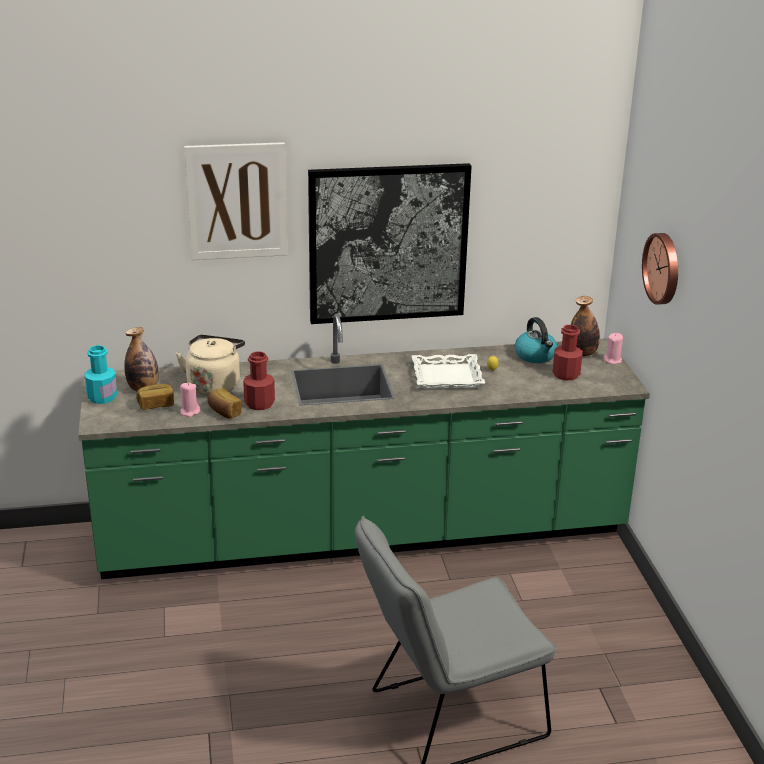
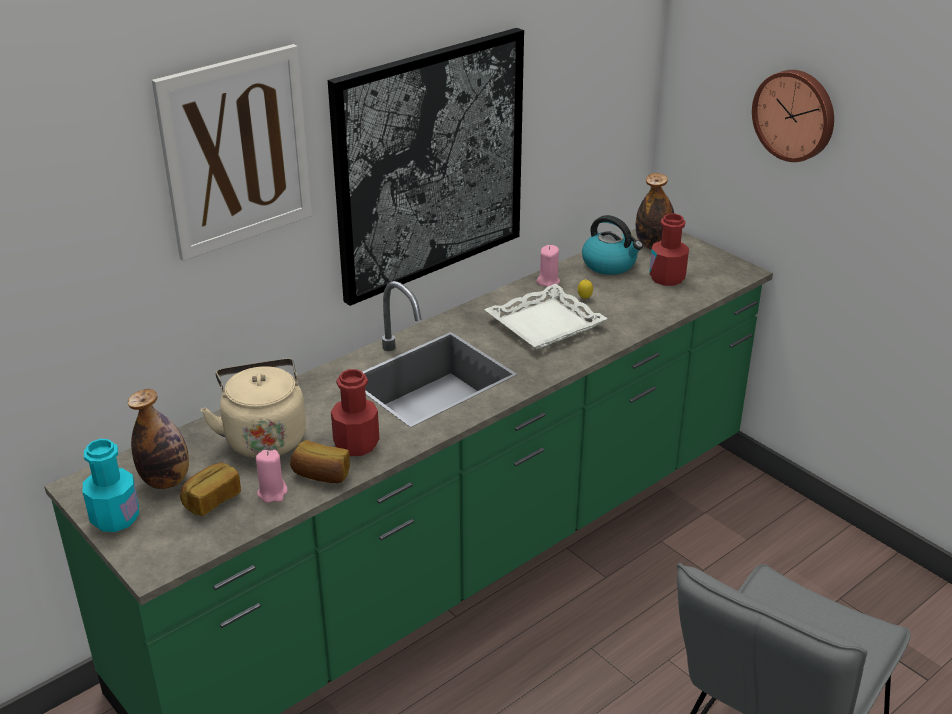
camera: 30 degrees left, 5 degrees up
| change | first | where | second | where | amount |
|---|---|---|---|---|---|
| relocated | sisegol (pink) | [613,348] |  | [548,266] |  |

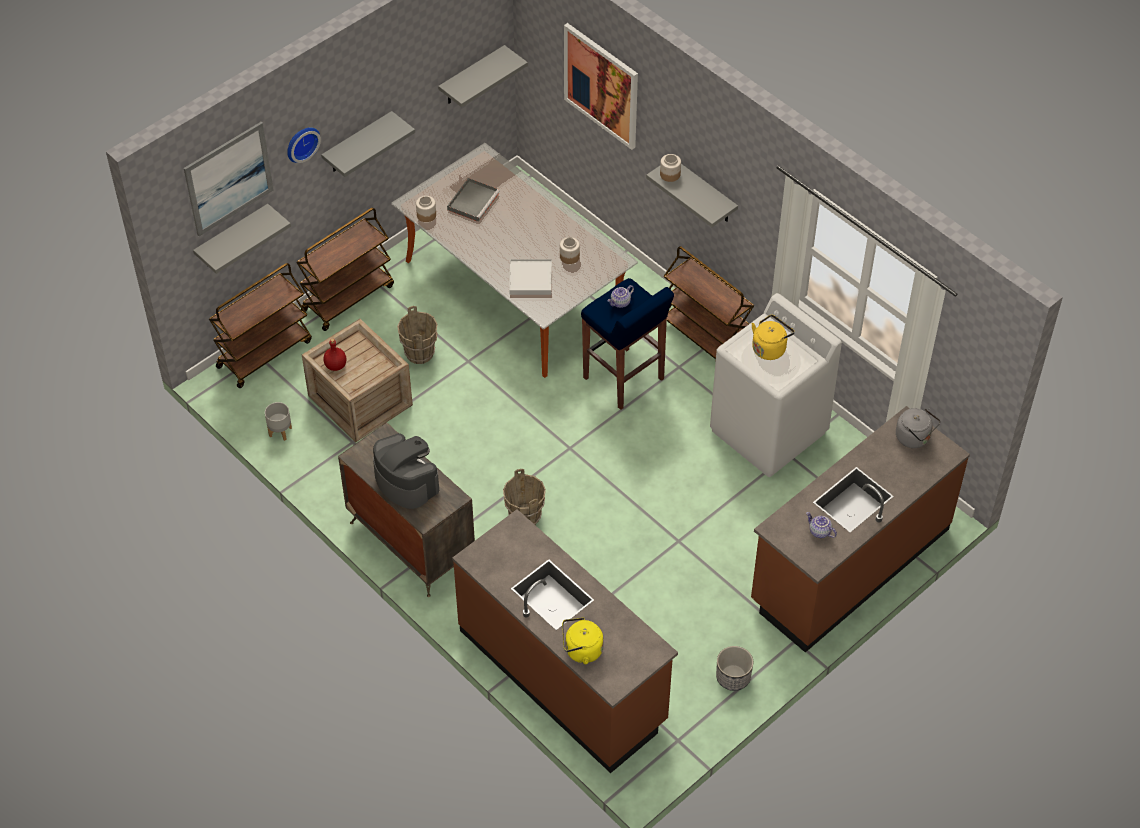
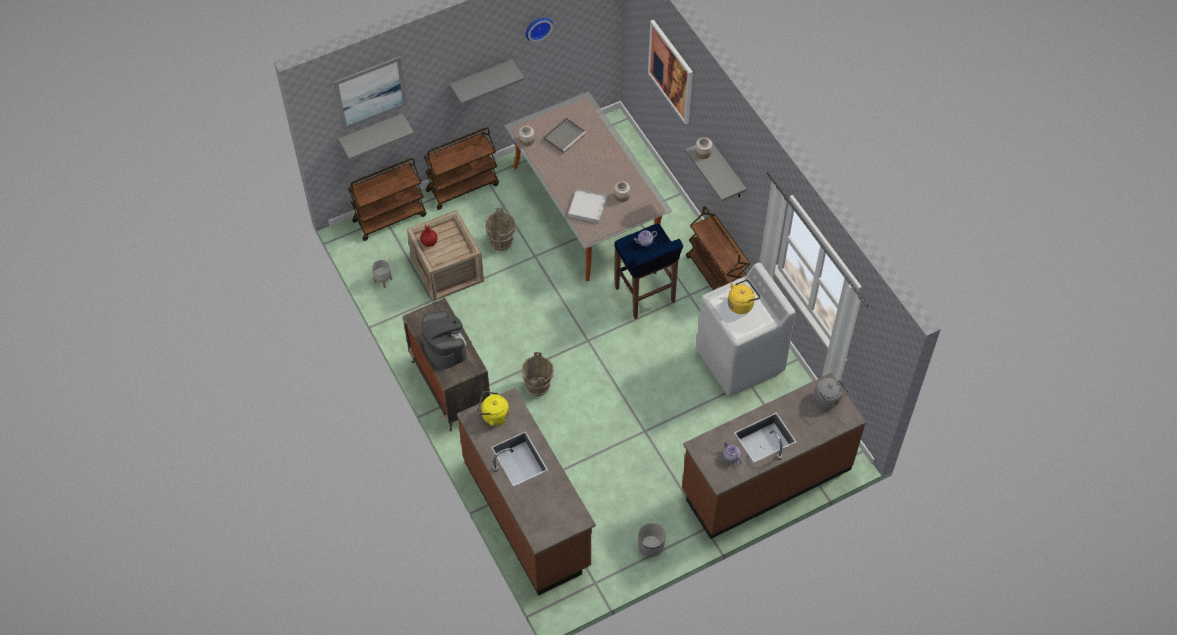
camera: 15 degrees right, 5 degrees up
| change | first | where | second | where | amount |
|---|---|---|---|---|---|
| relocated | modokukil | [304,145] |  | [539,30] |  |
| missing | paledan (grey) | [483,76] |  |  |  |
| relocated | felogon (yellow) | [583,640] |  | [493,408] |  |

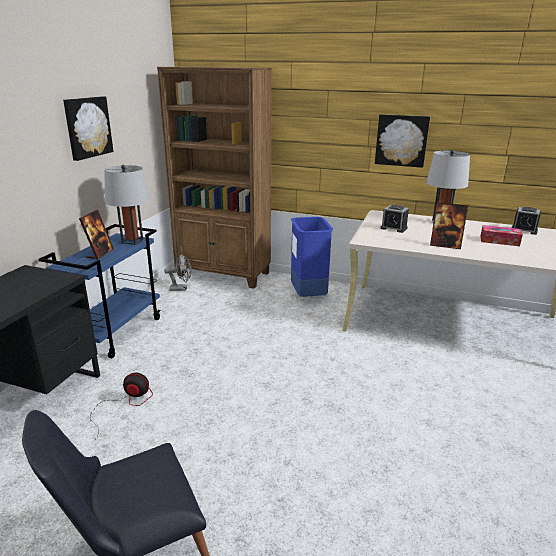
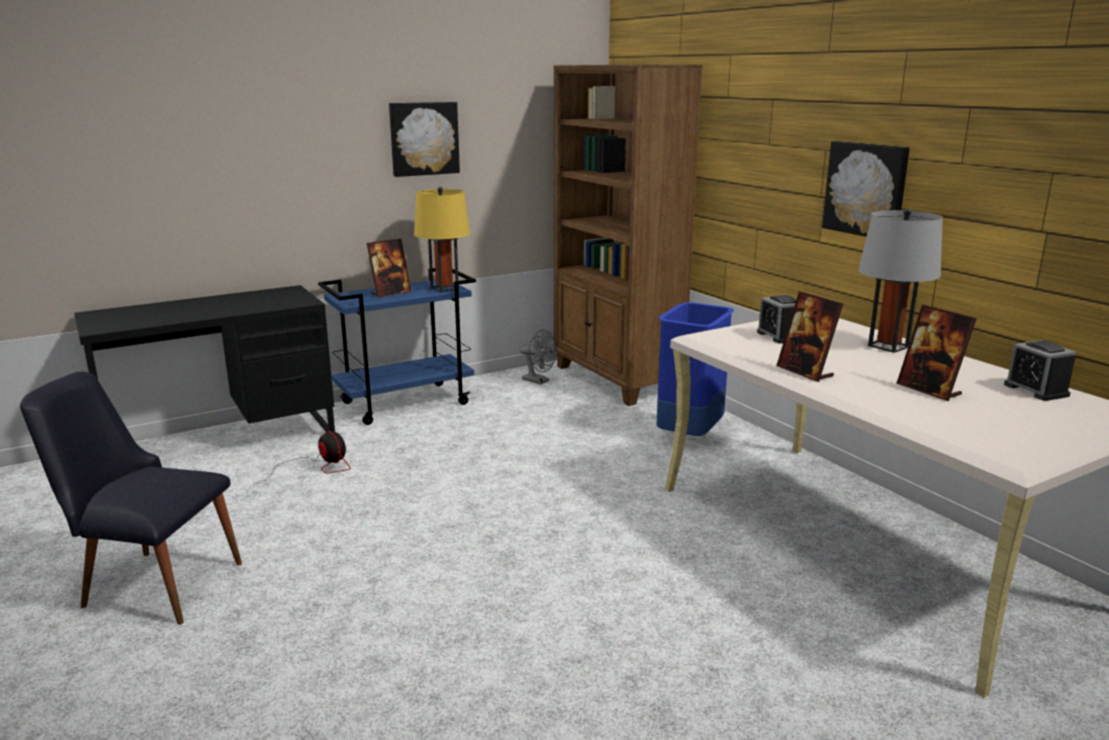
camera: 40 degrees right, 5 degrees down
| change | first | where | second | where | amount |
|---|---|---|---|---|---|
| colour | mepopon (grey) | [126,205] | mepopon (yellow) | [442,239] |  |
| exchanged | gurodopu | [501,235] | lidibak | [936,353] |  |

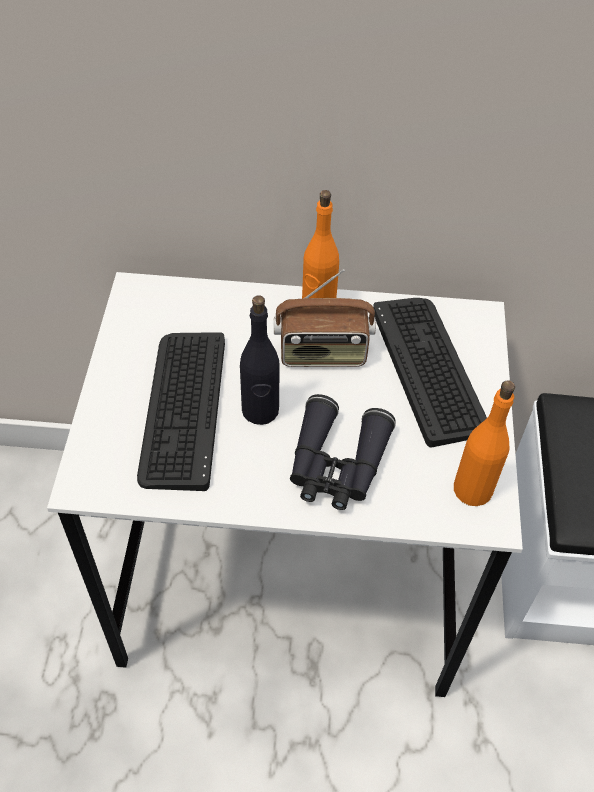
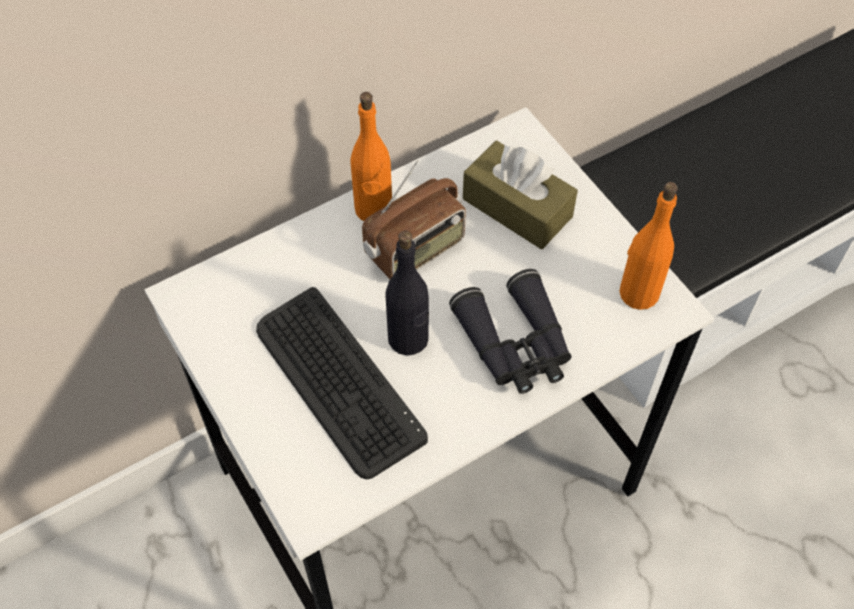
camera: 35 degrees left, 5 degrees up
| change | first | where | second | where | amount |
|---|---|---|---|---|---|
| exchanged | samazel | [430,372] | gurodopu (brown) | [520,195] |  |

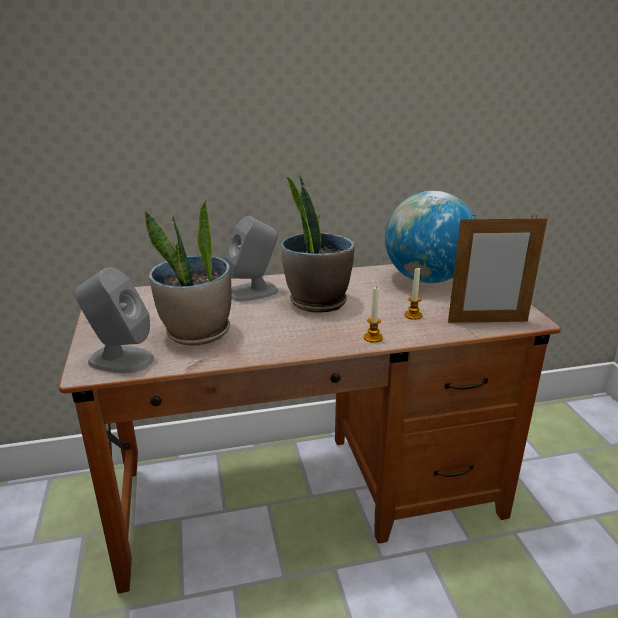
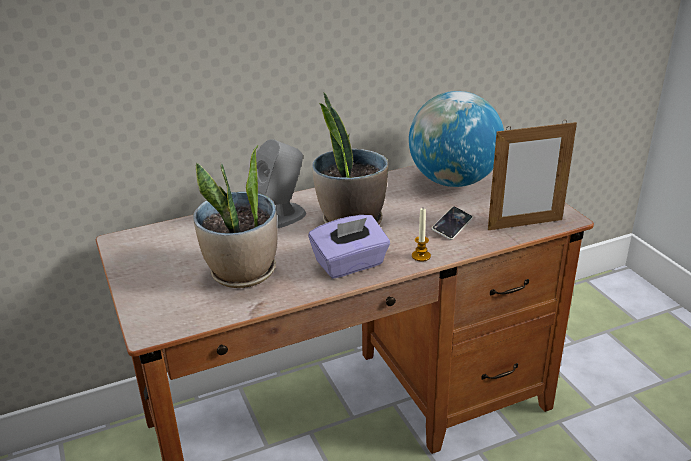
camera: 10 degrees left, 5 degrees up
| change | first | where | second | where | amount |
|---|---|---|---|---|---|
| missing | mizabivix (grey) | [114,320] |  |  |  |
| exchanged | sisegol | [413,293] | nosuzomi | [452,223] |  |
| appeared |  |  | gurodopu (purple) | [349,247] |  |

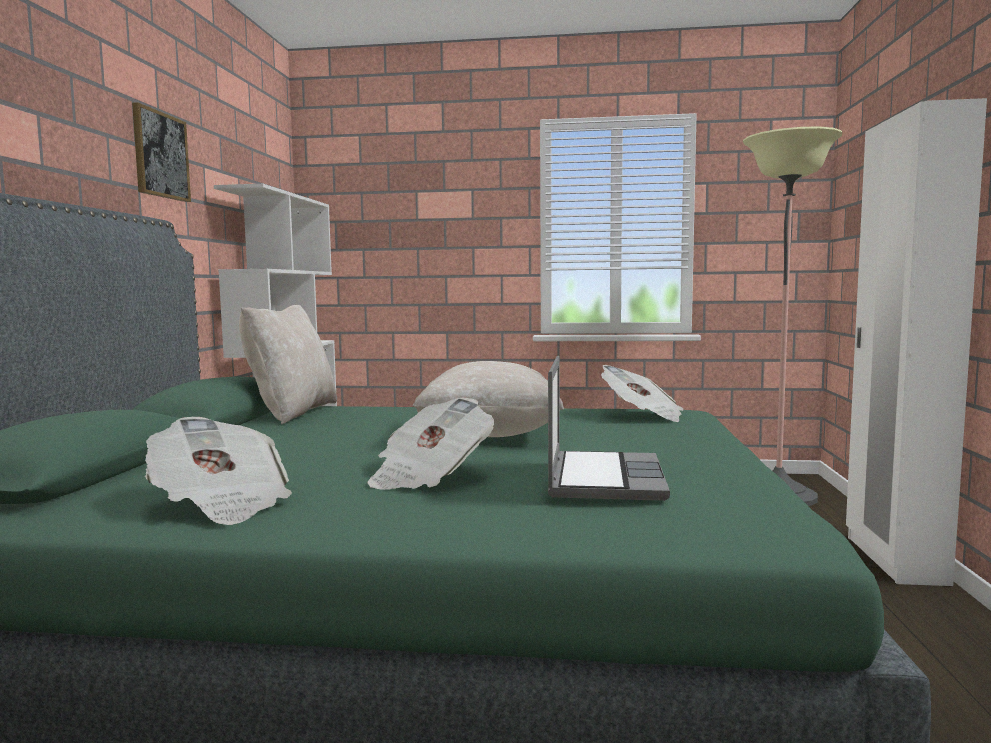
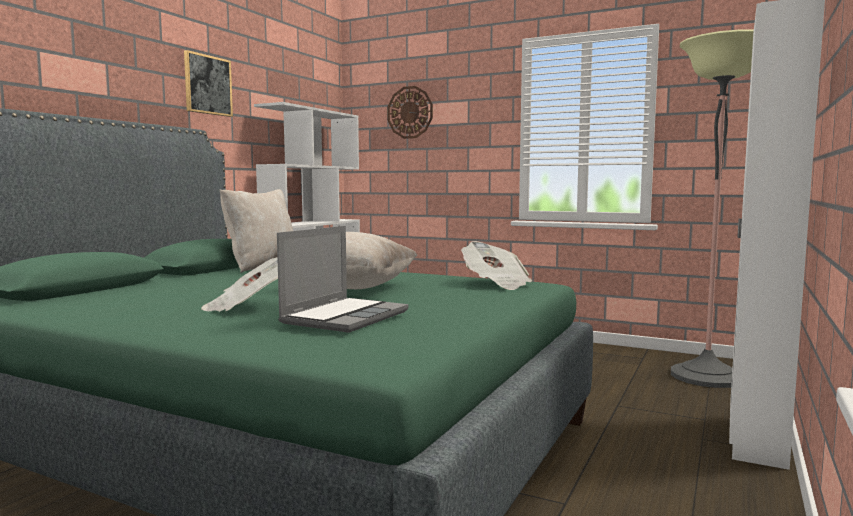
camera: 20 degrees right, 0 degrees up
| change | first | where | second | where | amount |
|---|---|---|---|---|---|
| missing | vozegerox | [218,471] |  |  |  |
| appeared |  |  | modokukil | [410,112] |  |

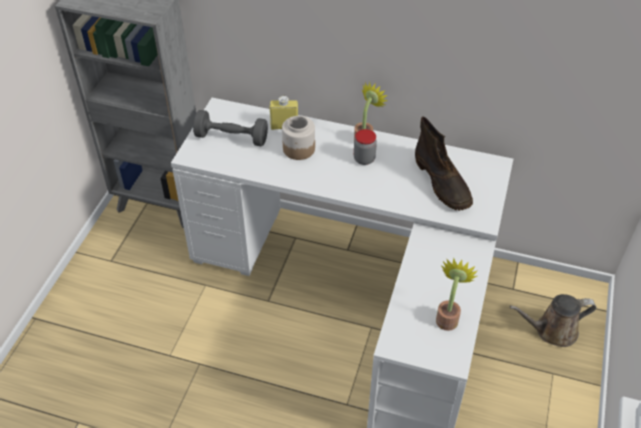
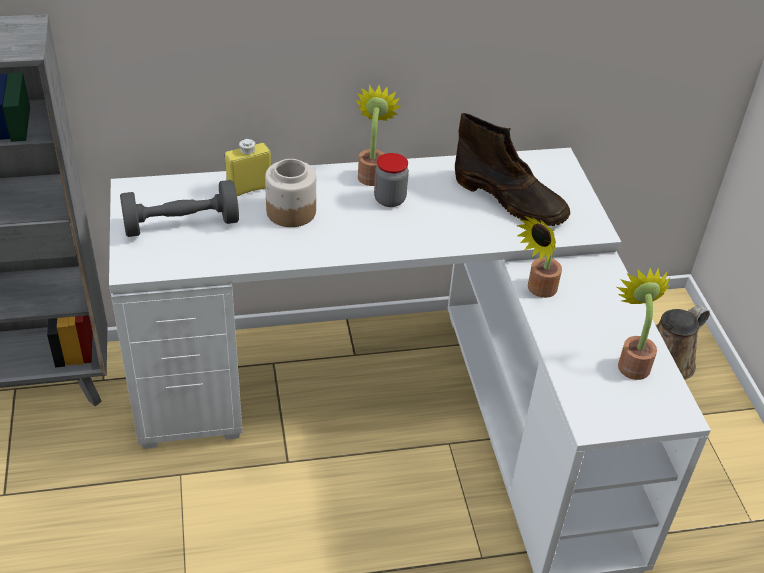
camera: 30 degrees left, 5 degrees down
| change | first | where | second | where | amount |
|---|---|---|---|---|---|
| appeared |  |  | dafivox | [539,257] |  |

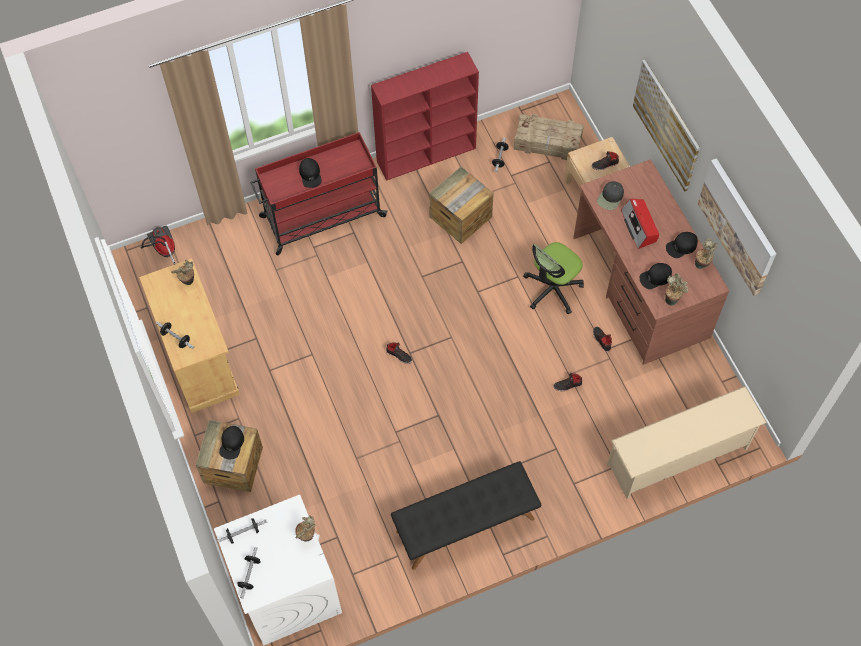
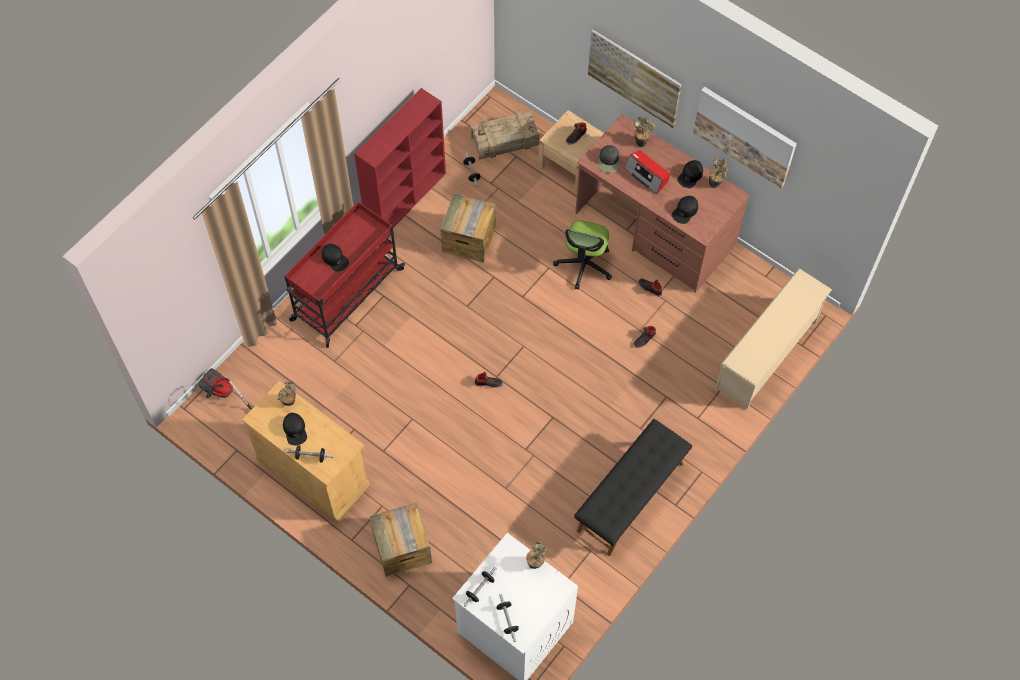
camera: 30 degrees left, 0 degrees up
| change | first | where | second | where | amount |
|---|---|---|---|---|---|
| relocated | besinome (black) | [231,442] |  | [295,429] |  |
| relocated | dafivox | [676,289] |  | [644,131] |  |

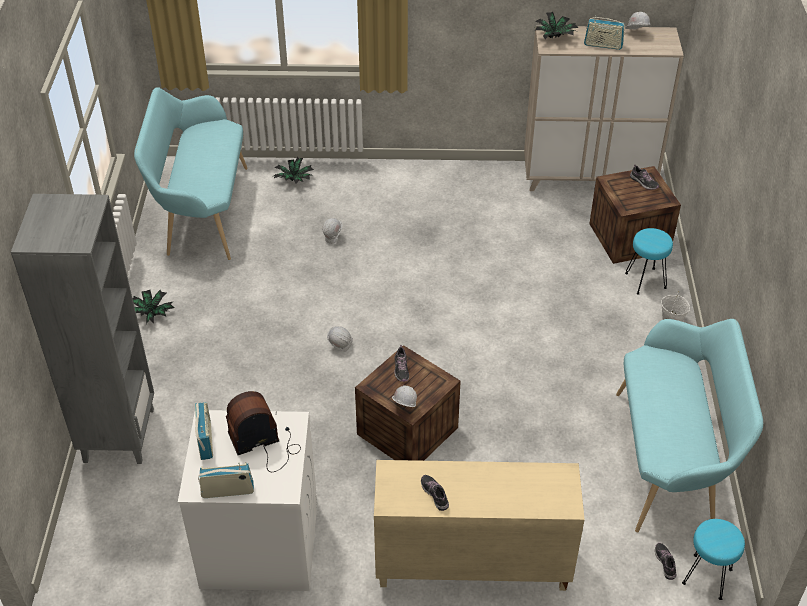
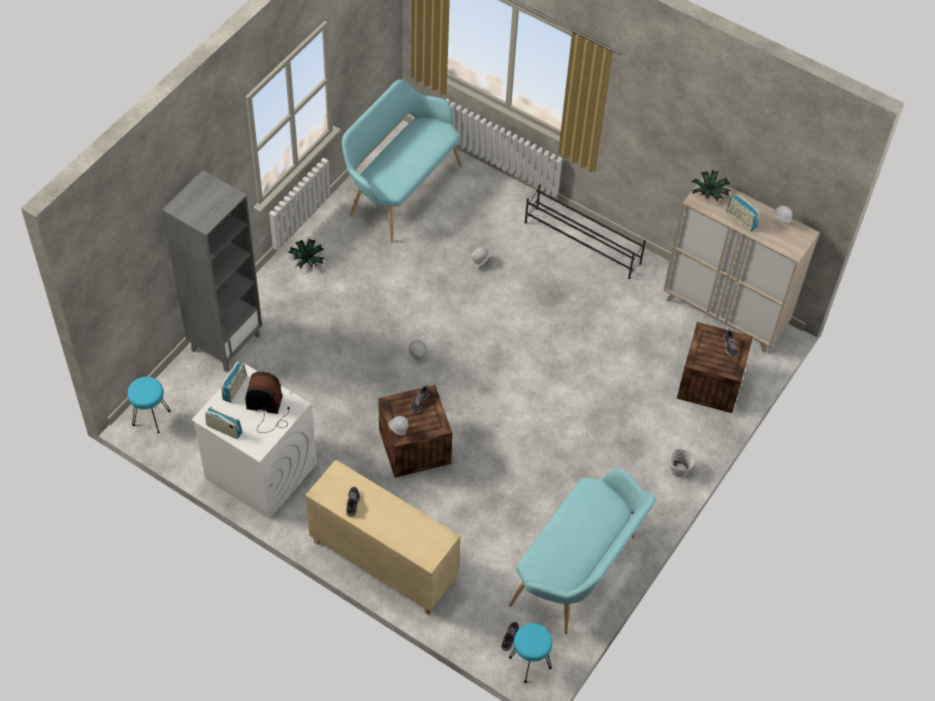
camera: 30 degrees right, 10 degrees up
| change | first | where | second | where | amount |
|---|---|---|---|---|---|
| missing | dafivox | [294,170] |  |  |  |
| relocated | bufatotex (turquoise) | [649,261] |  | [149,405] |  |
| appeared |  |  | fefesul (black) | [585,231] |  |

